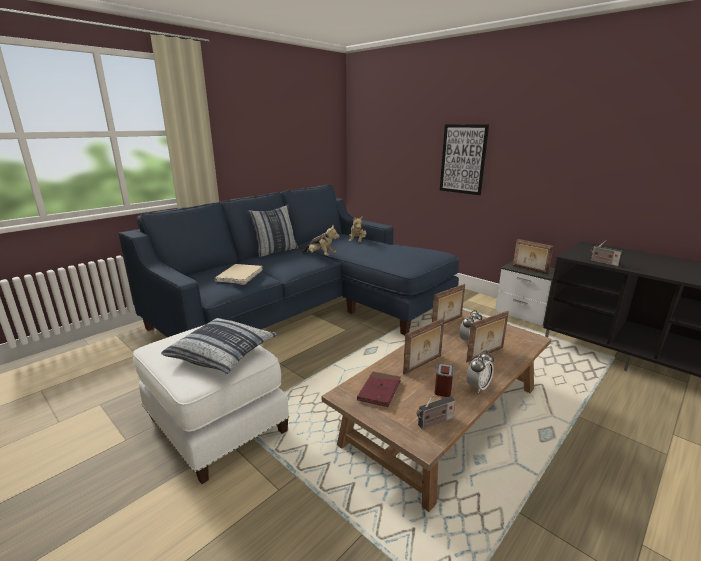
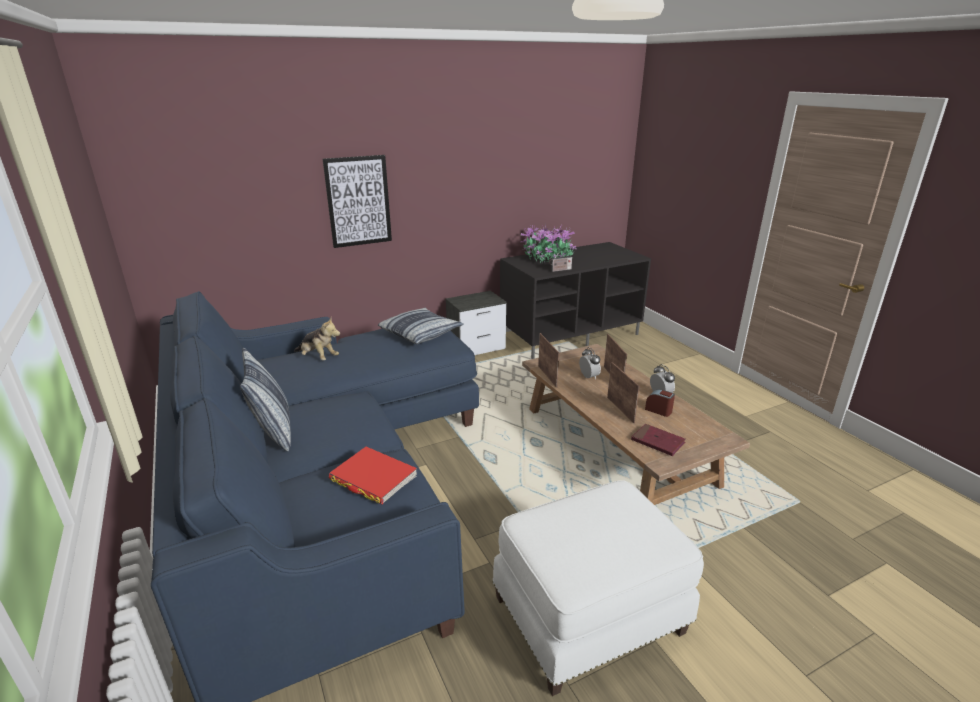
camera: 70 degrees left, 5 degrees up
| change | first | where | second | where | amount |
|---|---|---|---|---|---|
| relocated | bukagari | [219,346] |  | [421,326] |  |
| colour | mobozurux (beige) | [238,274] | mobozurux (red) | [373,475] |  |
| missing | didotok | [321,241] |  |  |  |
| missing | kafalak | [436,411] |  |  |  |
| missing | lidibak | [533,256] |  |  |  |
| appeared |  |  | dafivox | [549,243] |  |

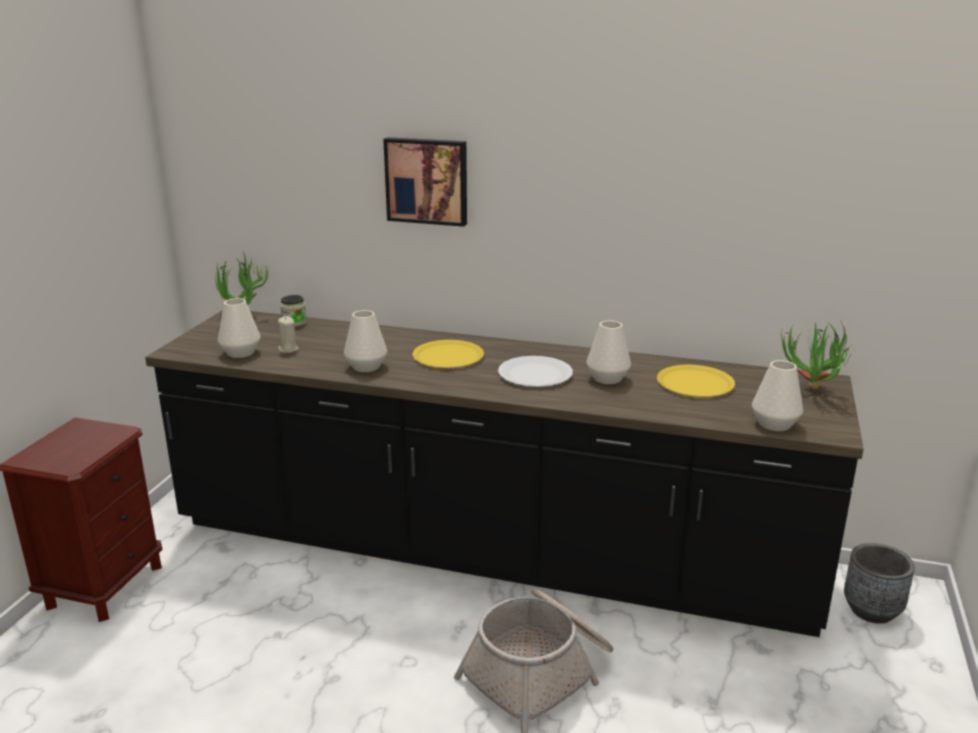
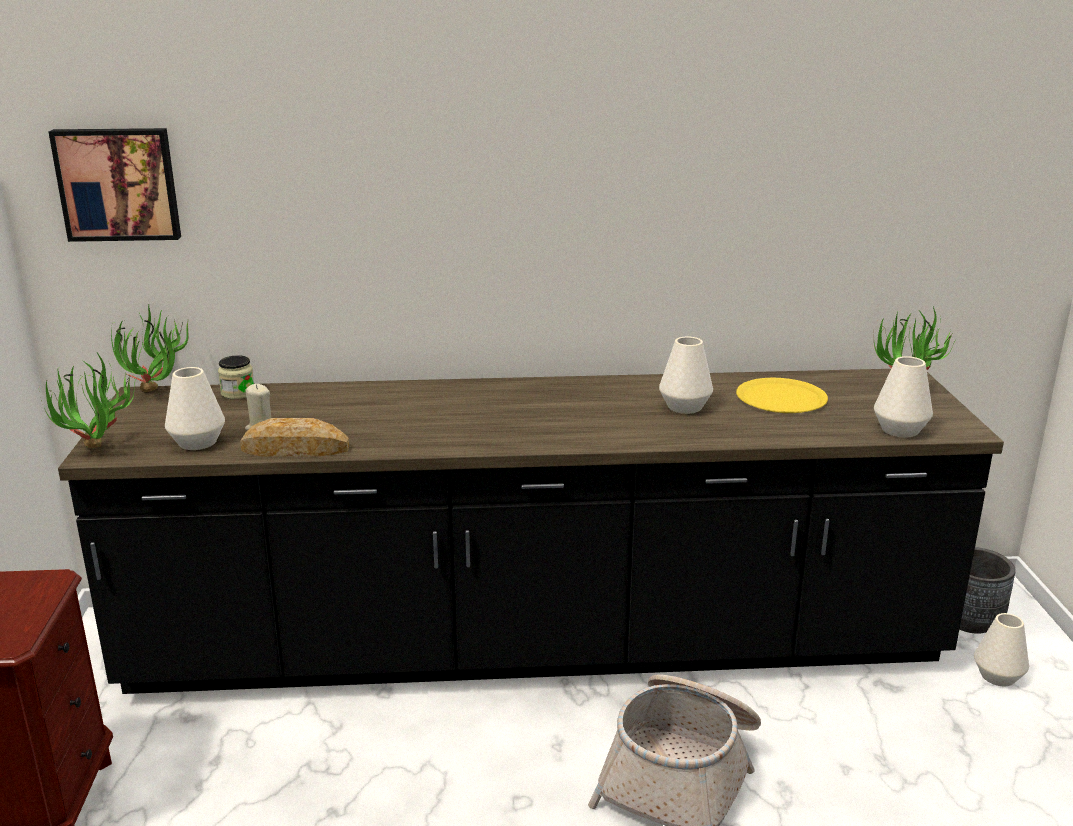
camera: 20 degrees left, 0 degrees up
| change | first | where | second | where | amount |
|---|---|---|---|---|---|
| relocated | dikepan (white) | [365,341] |  | [1001,649] |  |
| relocated | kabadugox | [425,182] |  | [115,185] |  |
| missing | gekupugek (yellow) | [448,354] |  |  |  |
| missing | gekupugek (white) | [535,371] |  |  |  |
| appeared |  |  | dafivox | [88,400] |  |
| appeared |  |  | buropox | [294,437] |  |

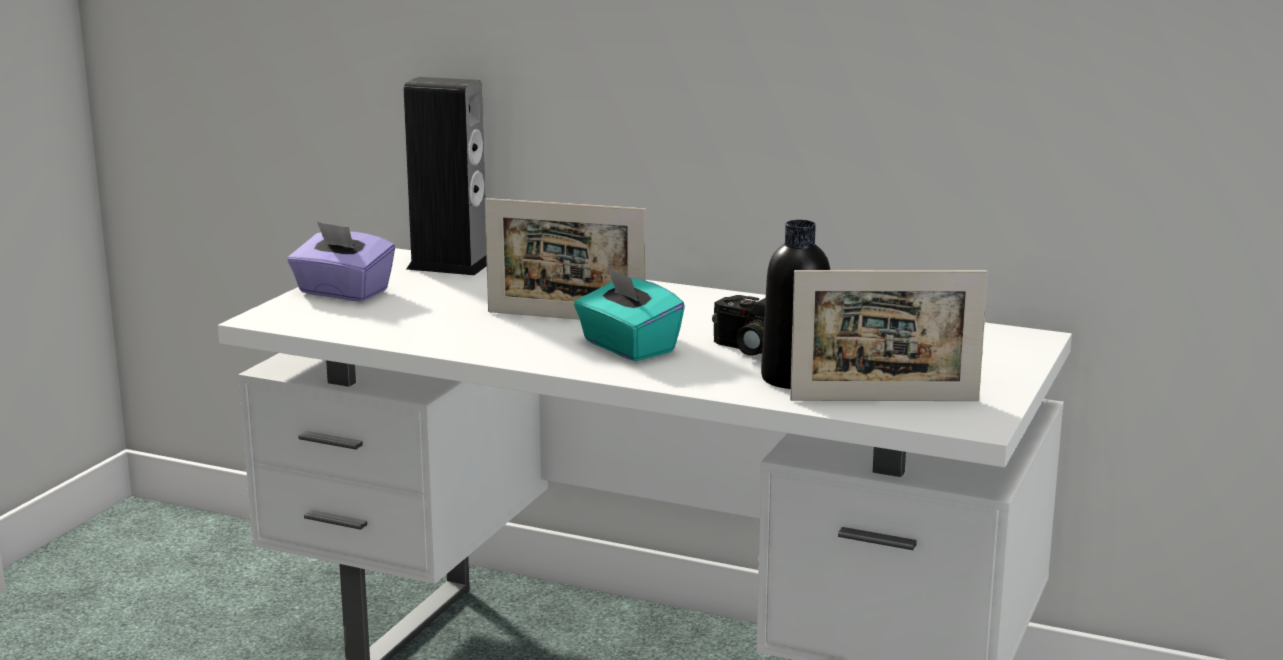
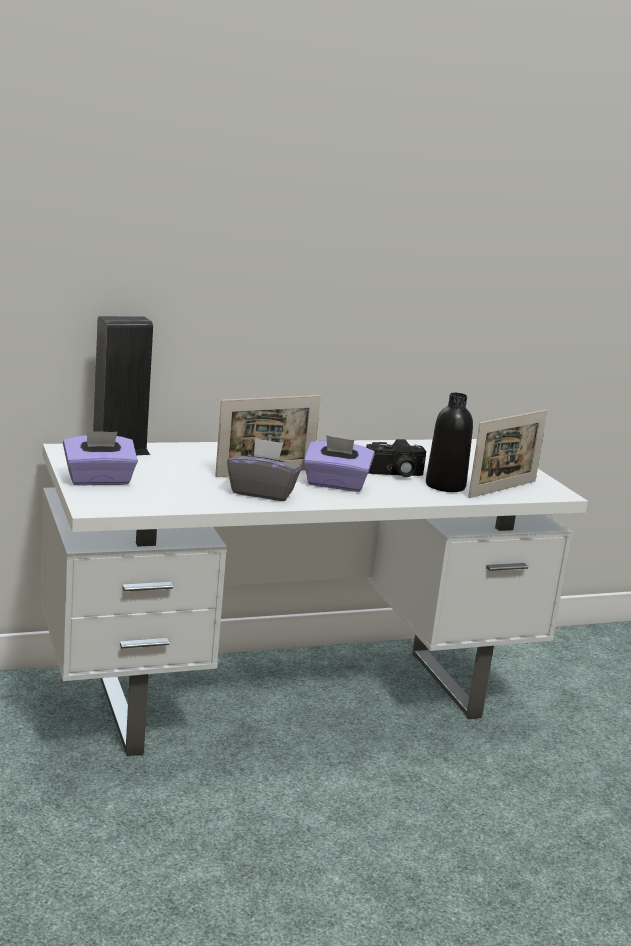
camera: 45 degrees left, 0 degrees up
| change | first | where | second | where | amount |
|---|---|---|---|---|---|
| colour | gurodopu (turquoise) | [629,314] | gurodopu (purple) | [339,463] |  |
| appeared |  |  | gurodopu (grey) | [264,469] |  |

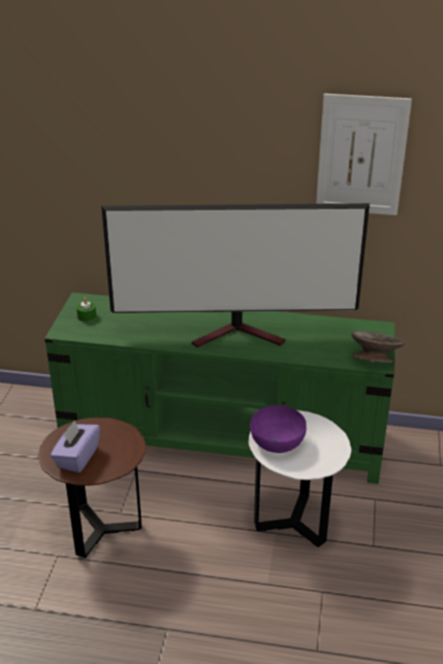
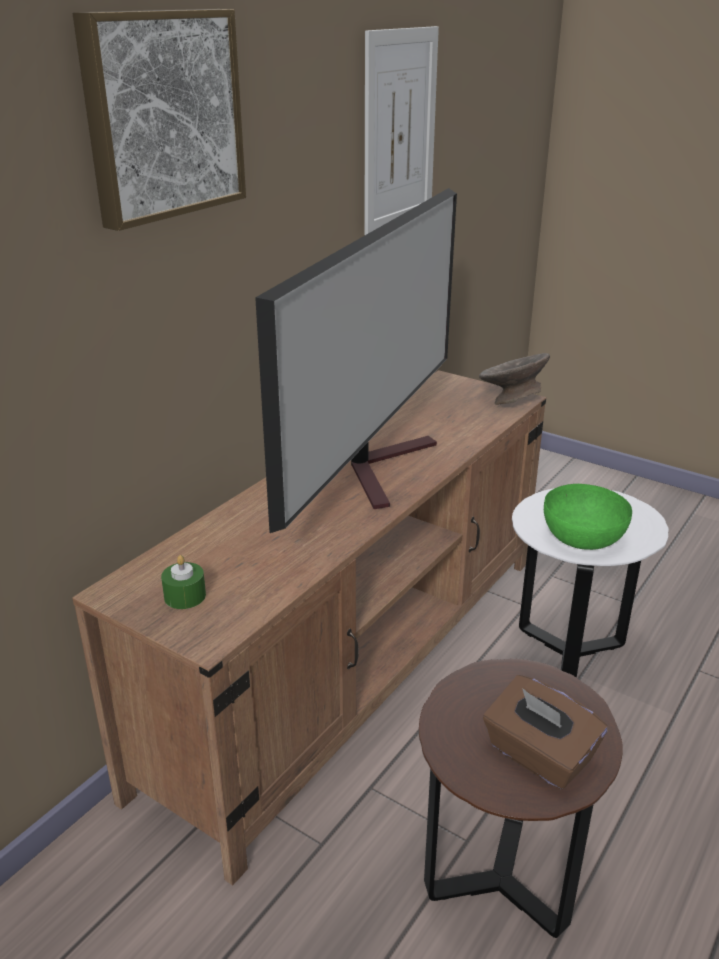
camera: 65 degrees left, 5 degrees down
| change | first | where | second | where | amount |
|---|---|---|---|---|---|
| colour | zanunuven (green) | [220,388] | zanunuven (brown) | [309,628] |  |
| colour | gurodopu (purple) | [75,446] | gurodopu (brown) | [545,732] |  |
| colour | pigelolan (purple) | [278,429] | pigelolan (green) | [588,517] |  |
| appeared |  |  | kabadugox | [159,120] |  |

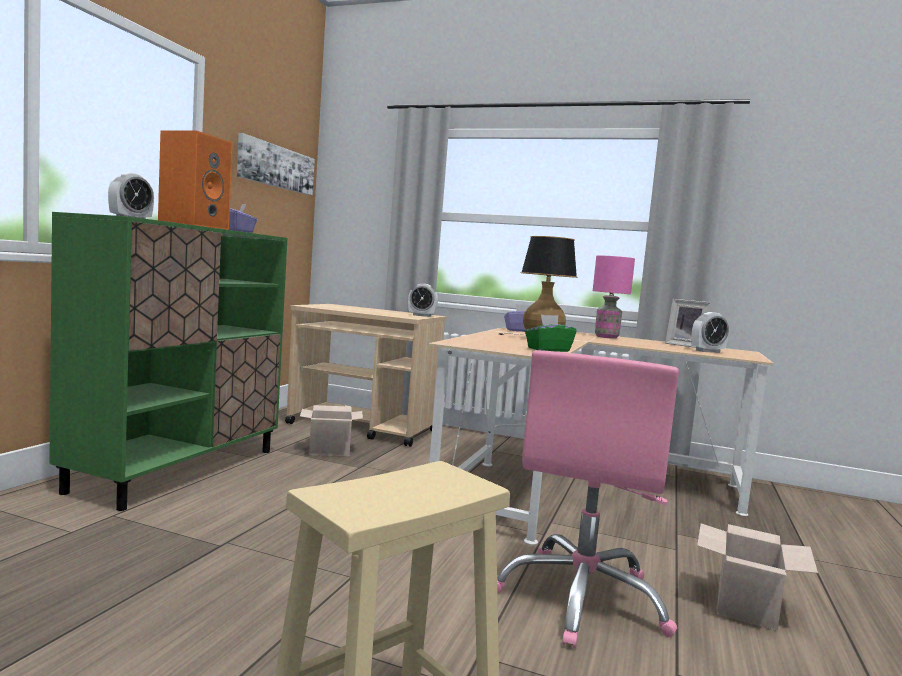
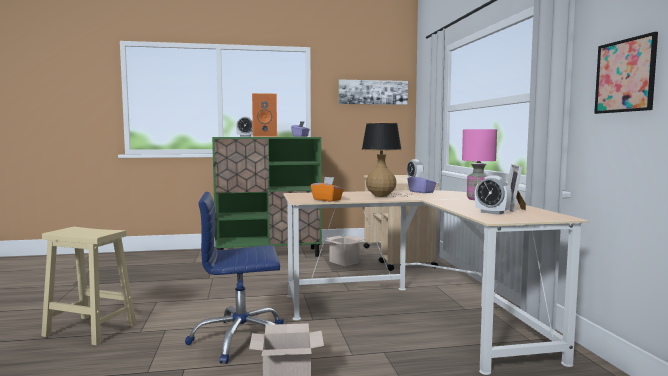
camera: 60 degrees right, 0 degrees up
| change | first | where | second | where | amount |
|---|---|---|---|---|---|
| colour | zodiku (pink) | [588,499] | zodiku (blue) | [234,278] |  |
| colour | gurodopu (green) | [551,333] | gurodopu (orange) | [327,189] |  |
| appeared |  |  | kabadugox | [626,73] |  |

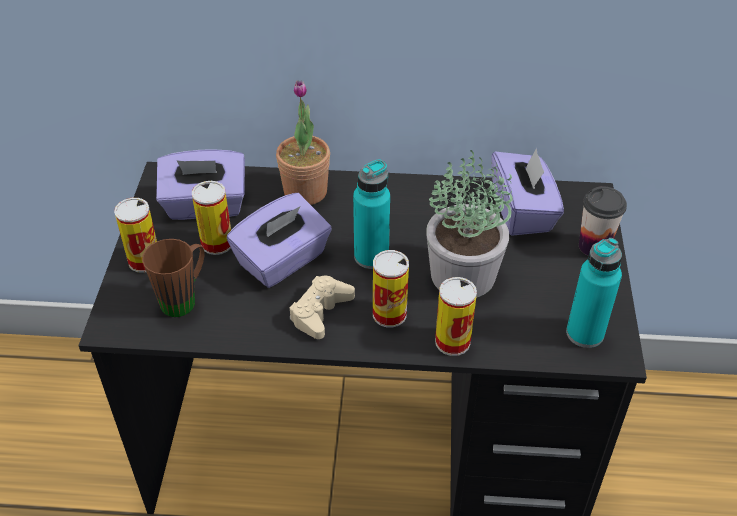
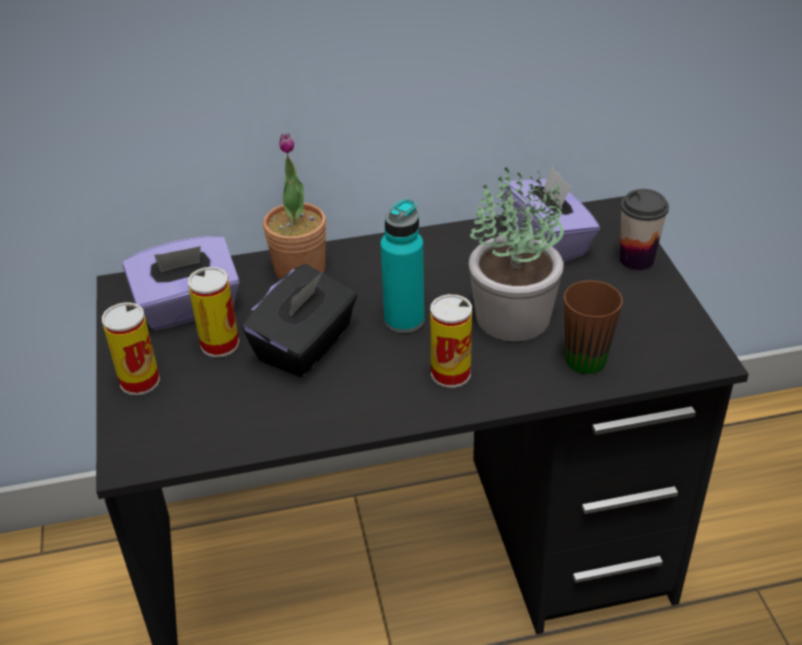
camera: 15 degrees left, 5 degrees down
| change | first | where | second | where | amount |
|---|---|---|---|---|---|
| relocated | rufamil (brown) | [173,278] |  | [593,327] |  |
| colour | gurodopu (purple) | [279,240] | gurodopu (black) | [299,320] |  |
| missing | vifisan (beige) | [322,307] |  |  |  |
| missing | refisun | [456,316] |  |  |  |
| missing | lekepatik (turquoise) | [594,293] |  |  |  |

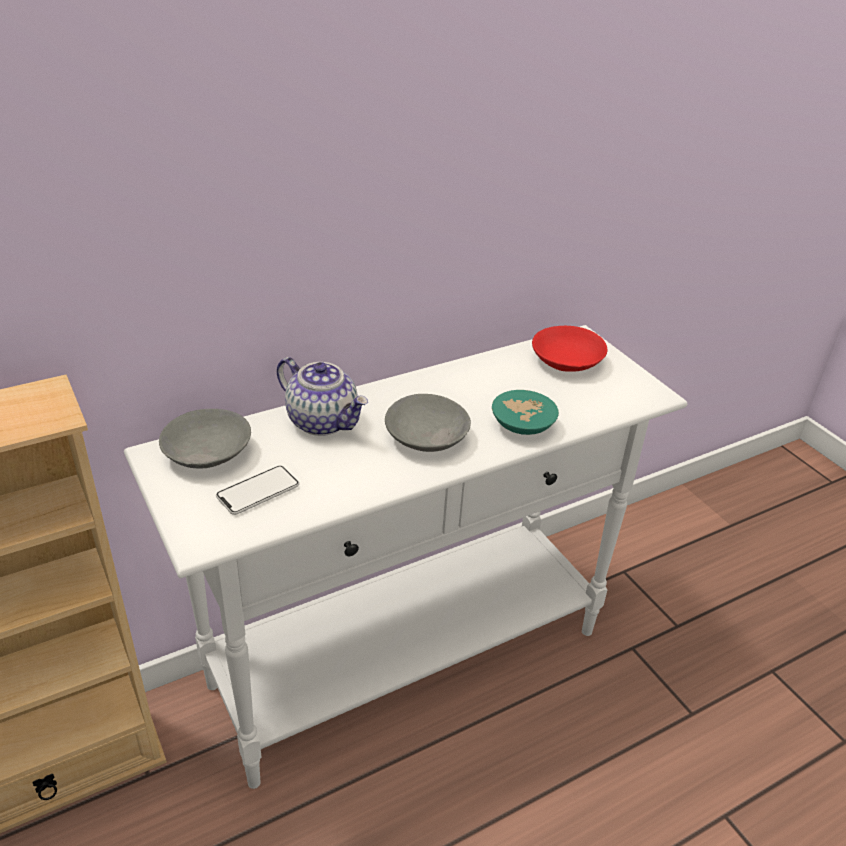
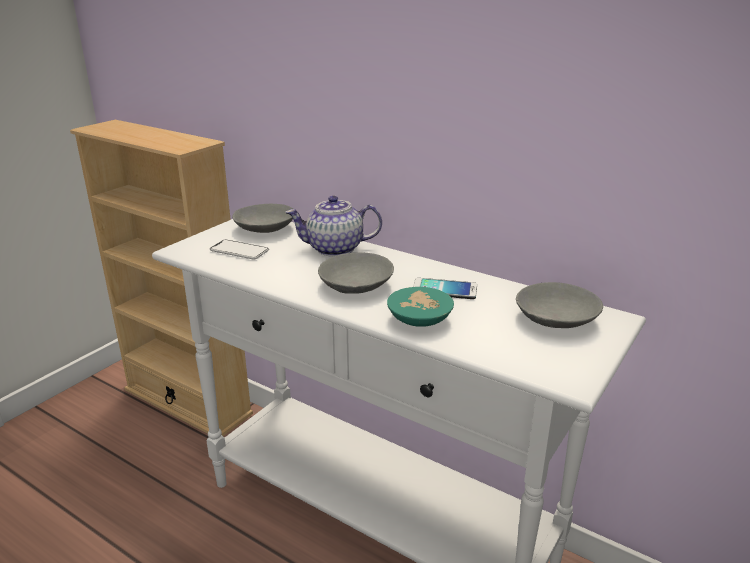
camera: 65 degrees right, 10 degrees down
| change | first | where | second | where | amount |
|---|---|---|---|---|---|
| spun | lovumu | [322,396] |  | [333,226] | 75 degrees clockwise |
| colour | pigelolan (red) | [569,349] | pigelolan (grey) | [559,305] |  |
| appeared |  |  | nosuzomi | [445,288] |  |

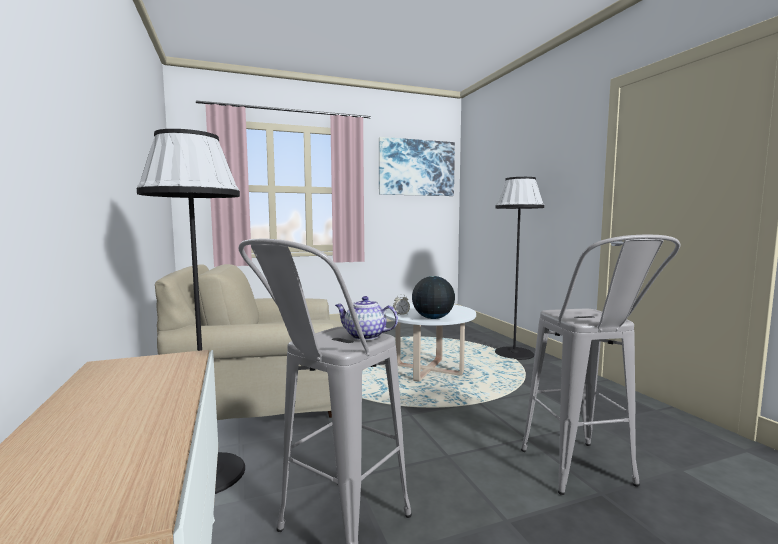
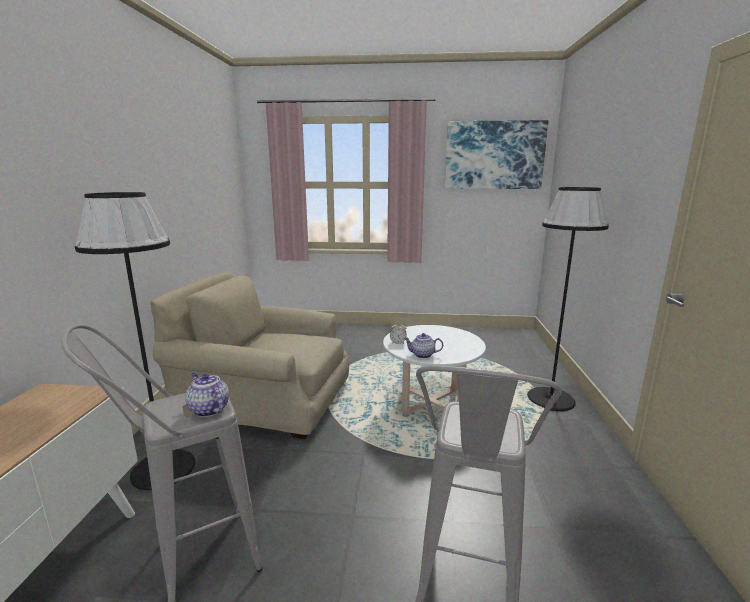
camera: 25 degrees right, 10 degrees up
| change | first | where | second | where | amount |
|---|---|---|---|---|---|
| exchanged | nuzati | [433,297] | lovumu | [423,345] |  |

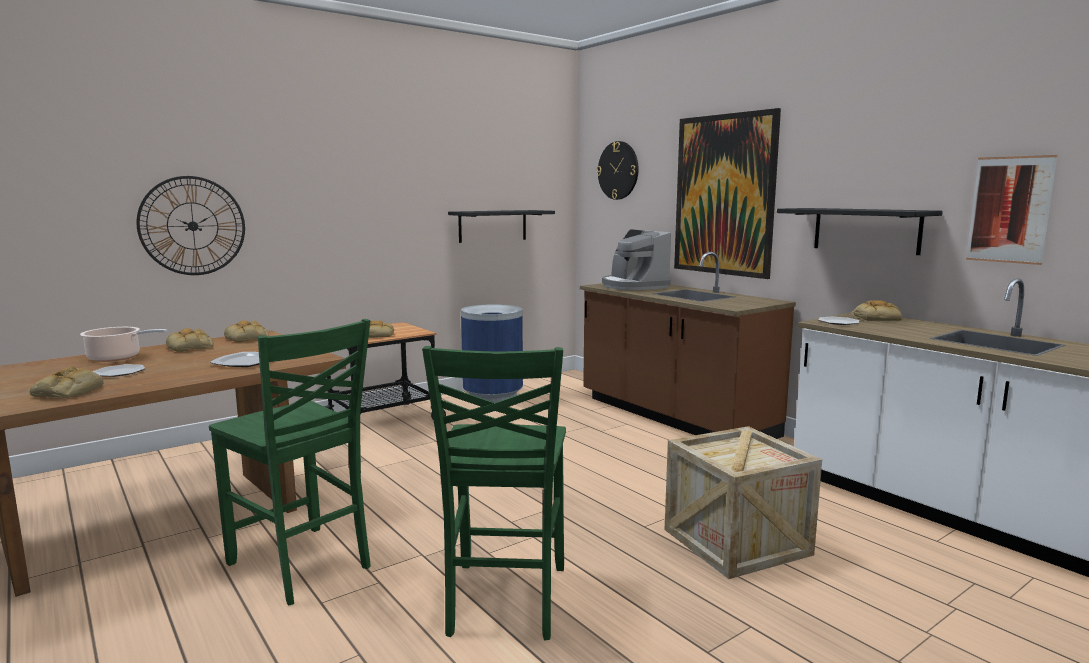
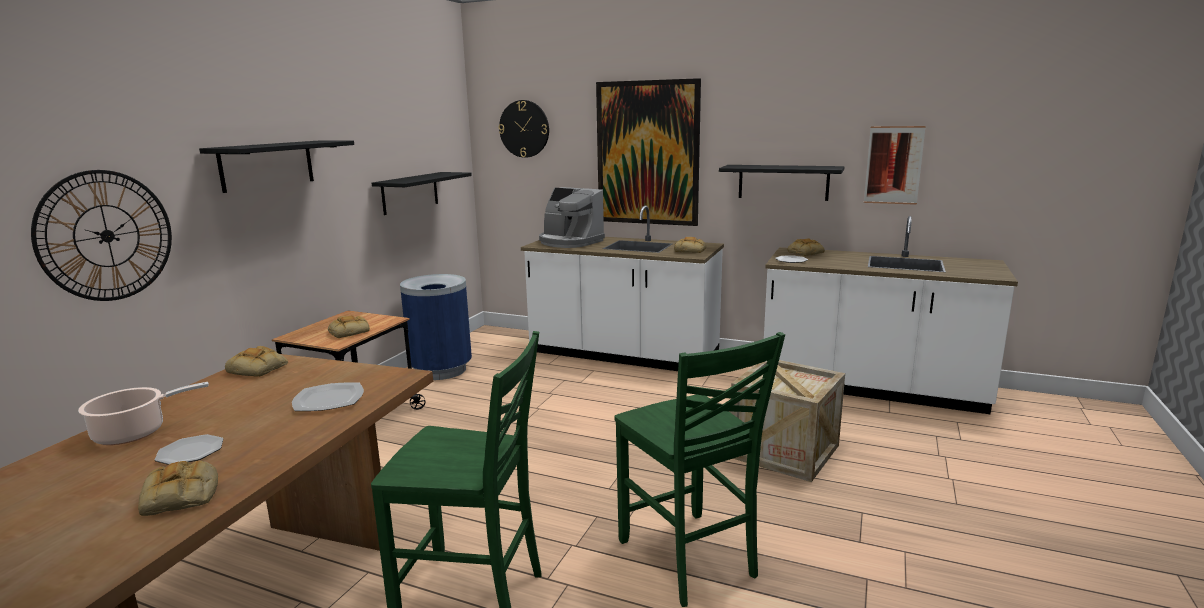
camera: 30 degrees left, 5 degrees up
| change | first | where | second | where | amount |
|---|---|---|---|---|---|
| relocated | buropox | [190,340] |  | [690,245] |  |
| colour | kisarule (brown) | [688,345] | kisarule (white) | [622,288] |  |
| appeared |  |  | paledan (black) | [276,167] |  |

